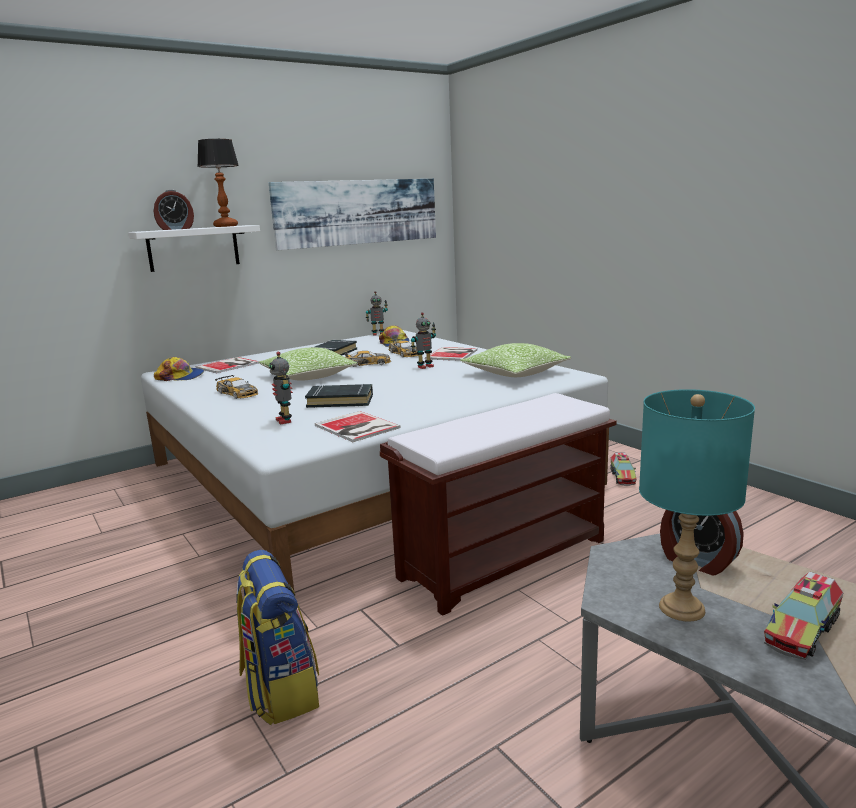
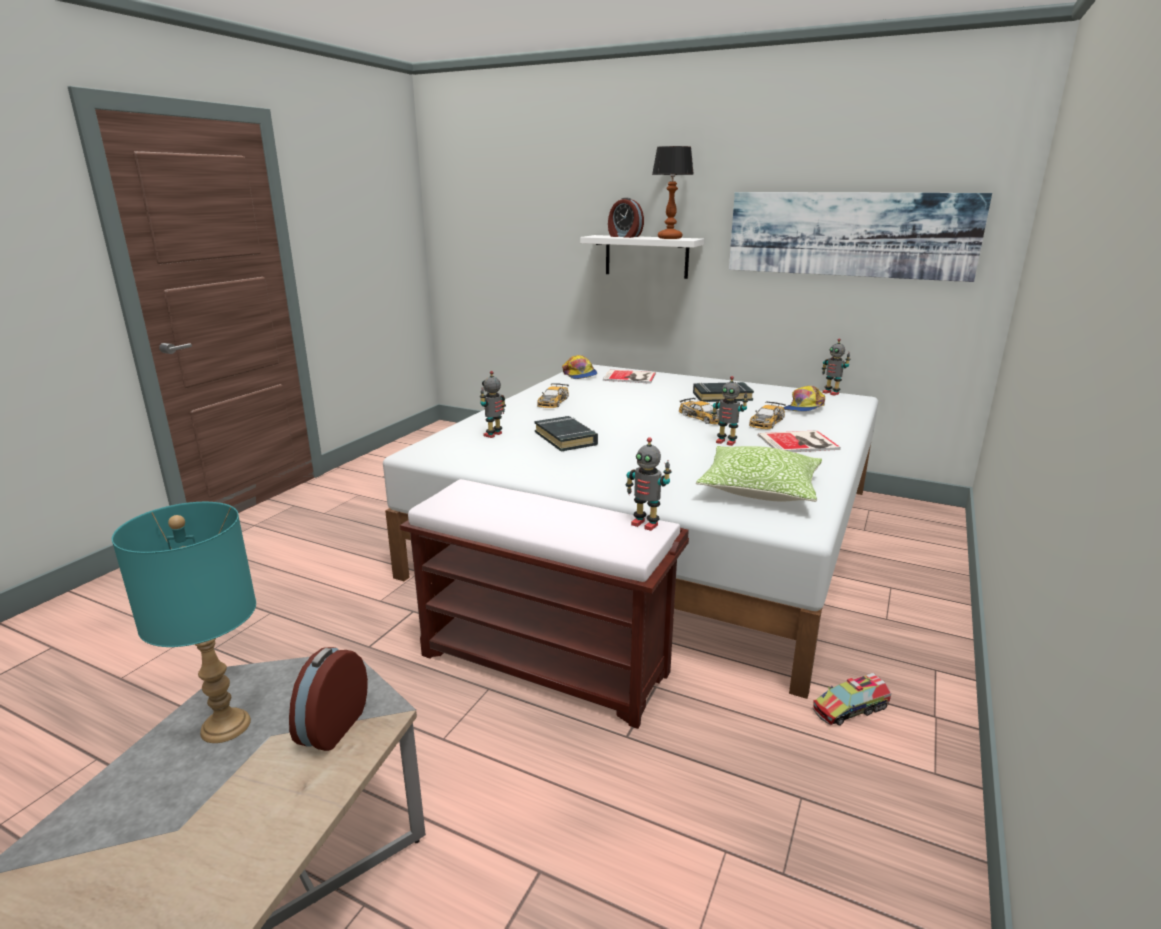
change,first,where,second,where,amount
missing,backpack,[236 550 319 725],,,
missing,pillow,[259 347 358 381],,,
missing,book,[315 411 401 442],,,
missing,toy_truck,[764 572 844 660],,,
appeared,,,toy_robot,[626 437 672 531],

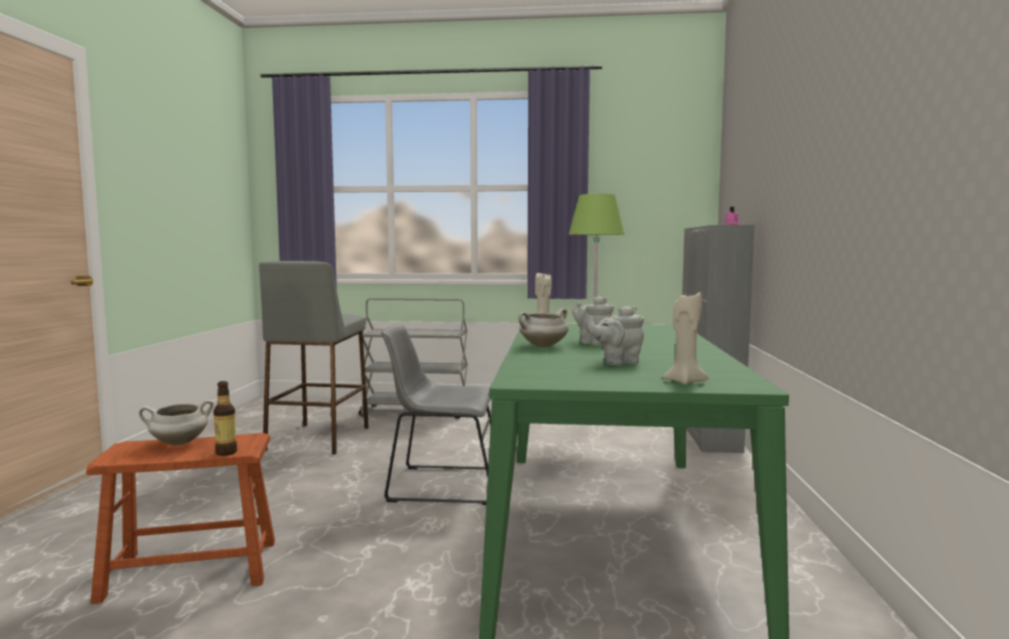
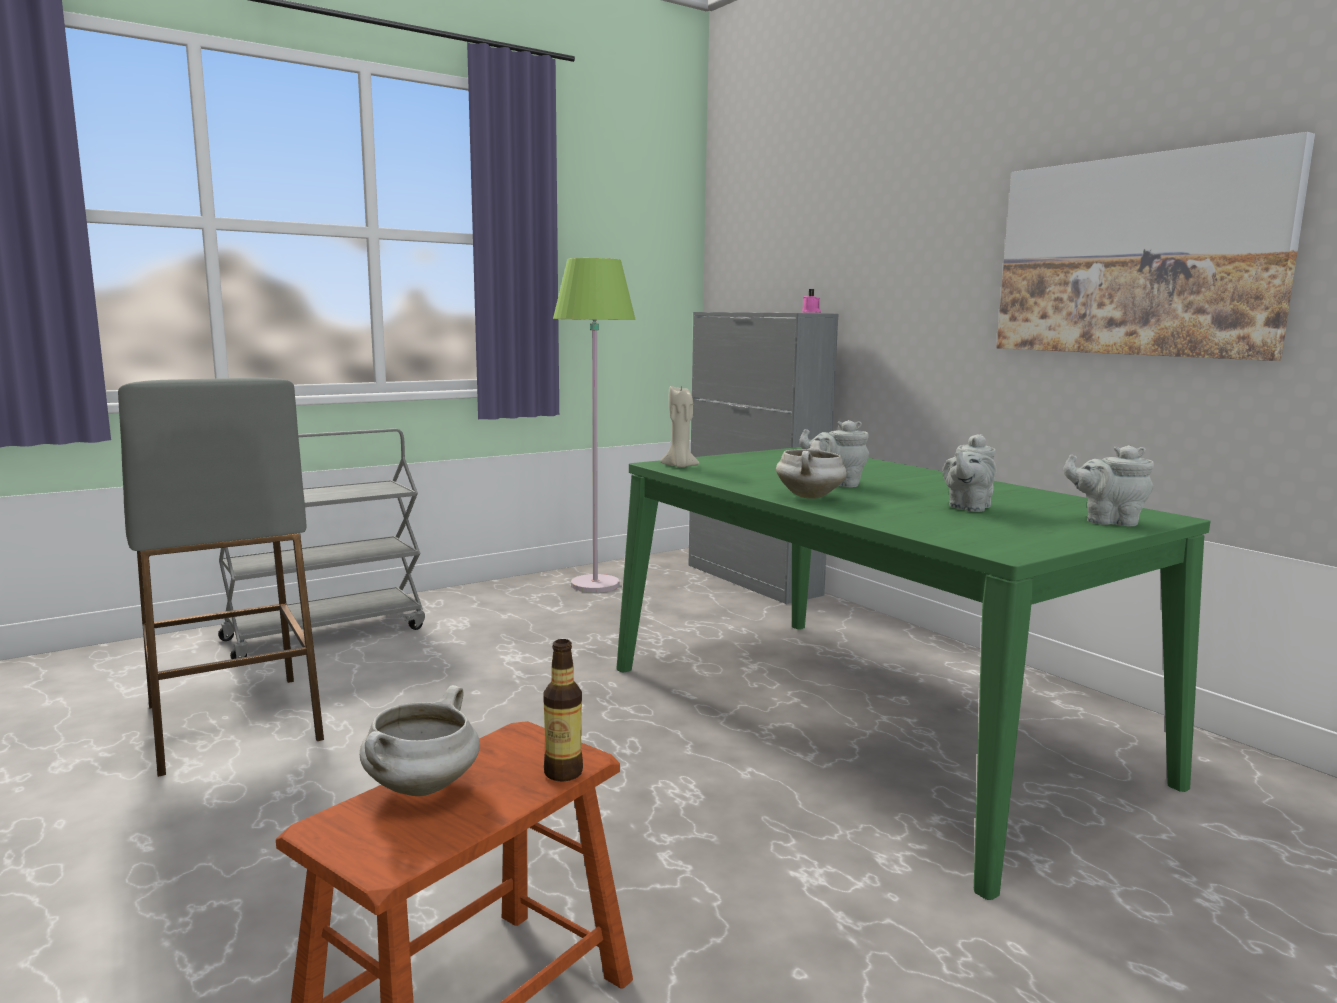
change,first,where,second,where,amount
missing,grey_chair,[381 323 491 505],,,
exchanged,beige_candle,[662 291 708 385],grey_teapot,[1063 445 1154 527],
appeared,,,picture,[996 132 1315 361],

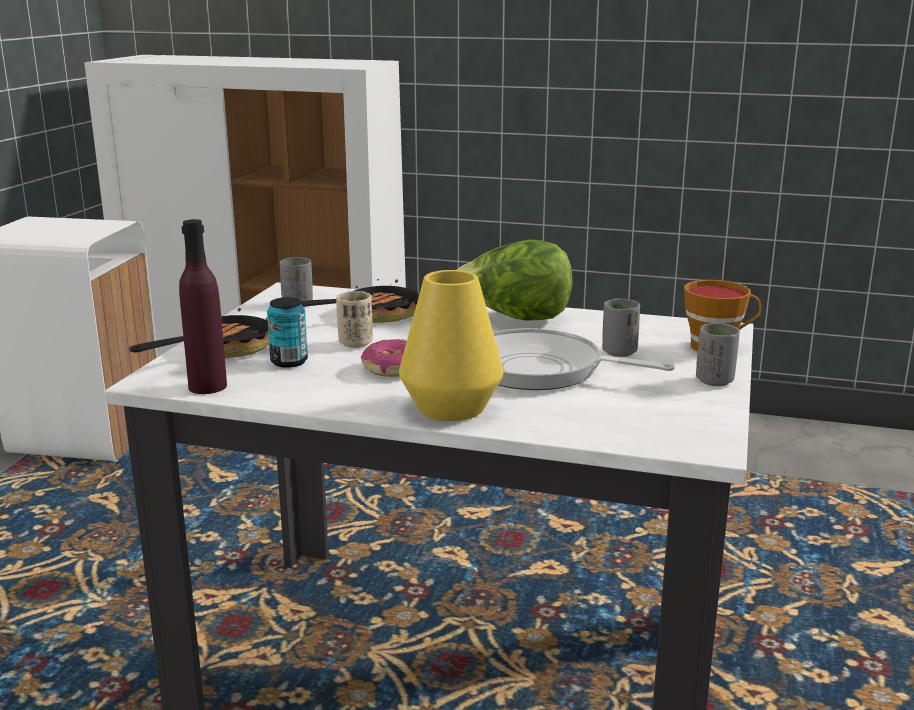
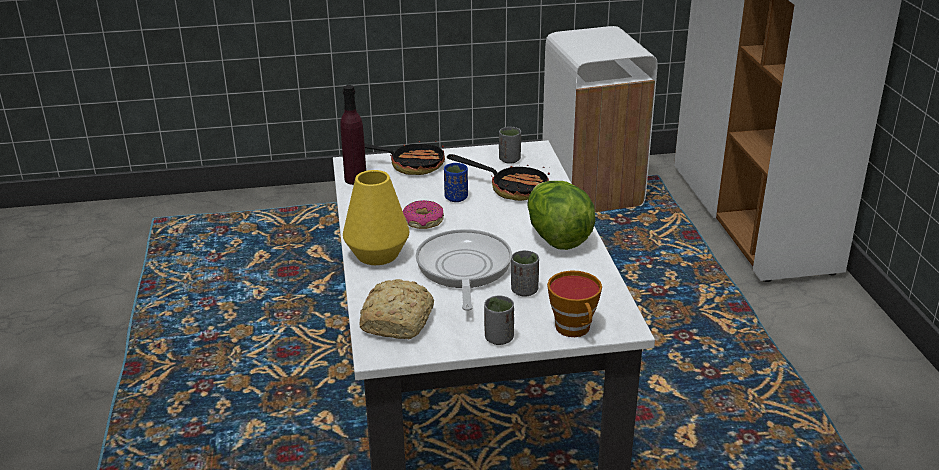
change,first,where,second,where,amount
missing,can,[267 297 308 368],,,
colour,beige_cup,[336 291 373 348],blue_cup,[444 163 468 202],
appeared,,,bread,[360 279 434 339],

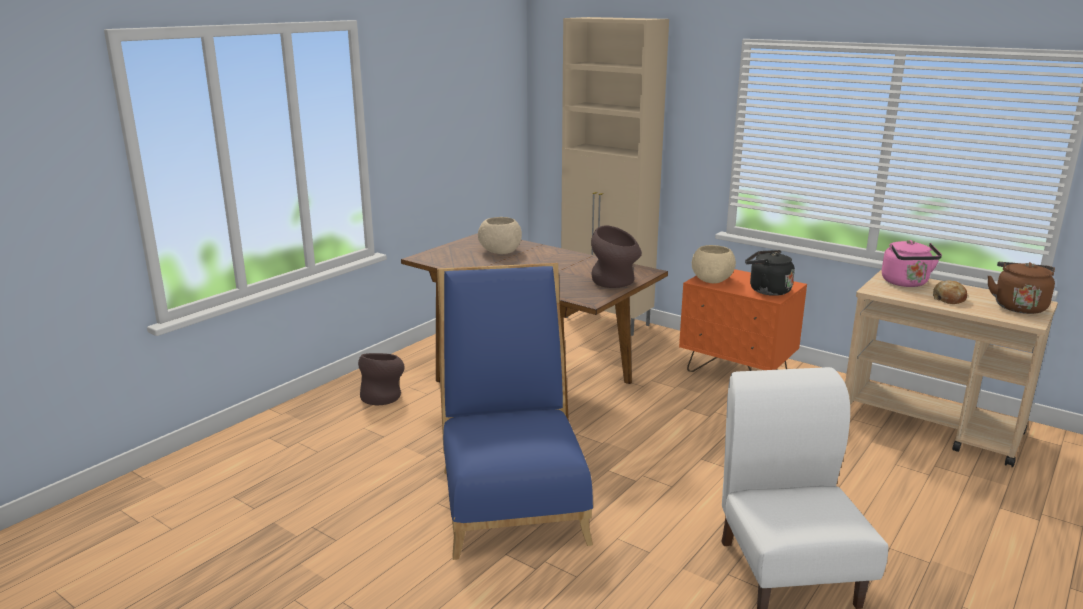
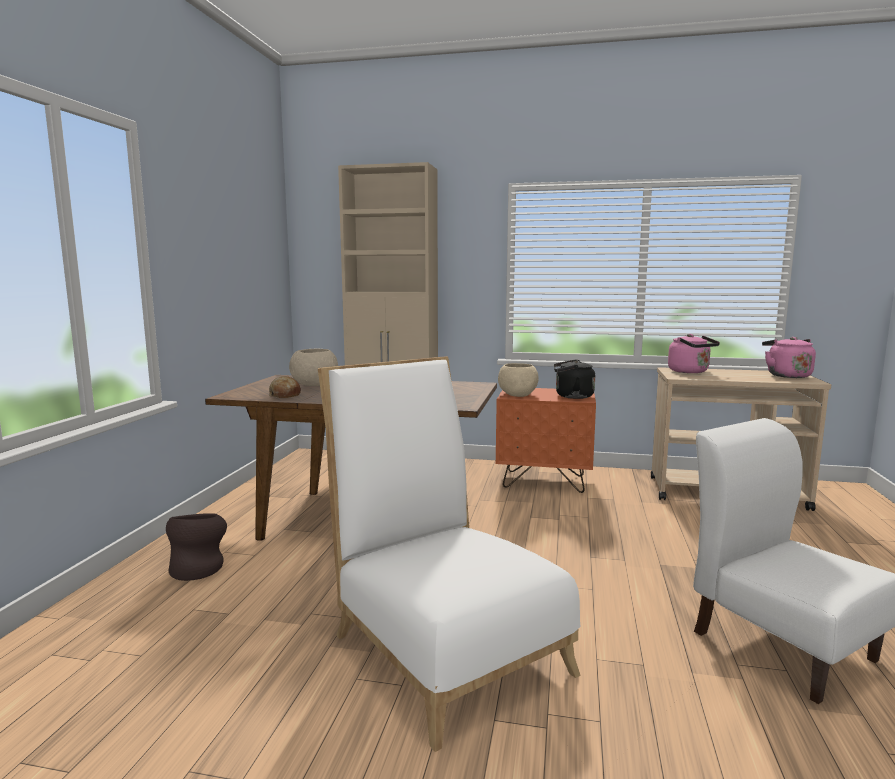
change,first,where,second,where,amount
colour,blue_chair,[437 263 593 560],white_chair,[318 356 581 752],
missing,brown_vase,[591 226 642 288],,,
relocated,bread,[933 281 967 304],,[269 376 301 398],
colour,brown_kettle,[988 262 1055 314],pink_kettle,[762 337 816 378],

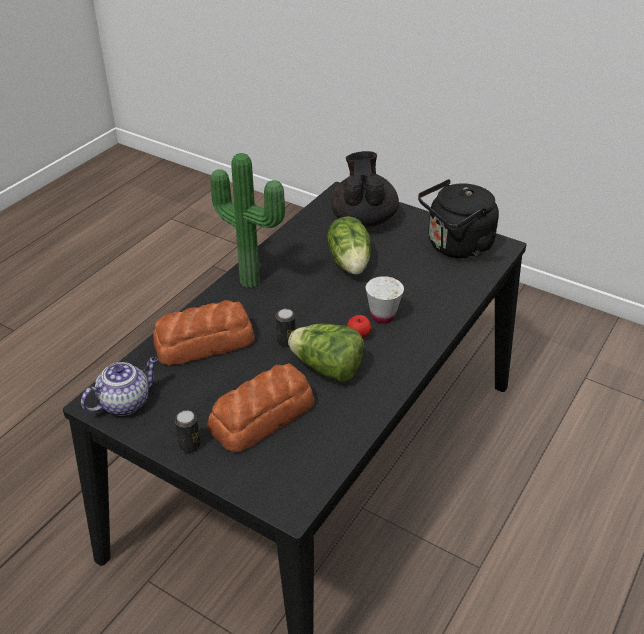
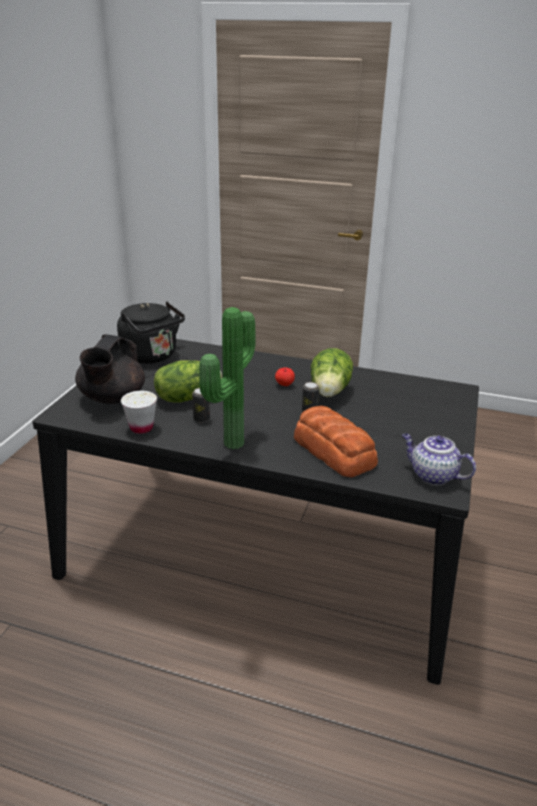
change,first,where,second,where,amount
relocated,can,[175 410 201 453],,[192 388 210 423],
missing,bread,[207 363 315 452],,,
spun,black_teapot,[331 151 399 228],,[75 334 145 404],60 degrees counterclockwise
relocated,white_cup,[366 276 404 324],,[121 391 157 434],

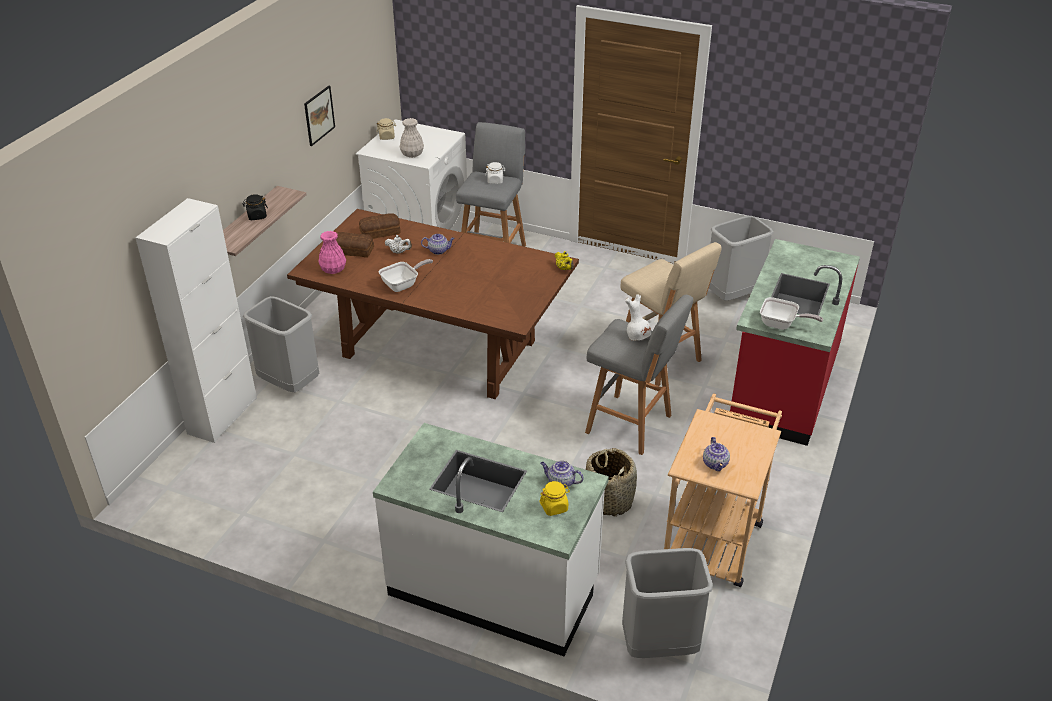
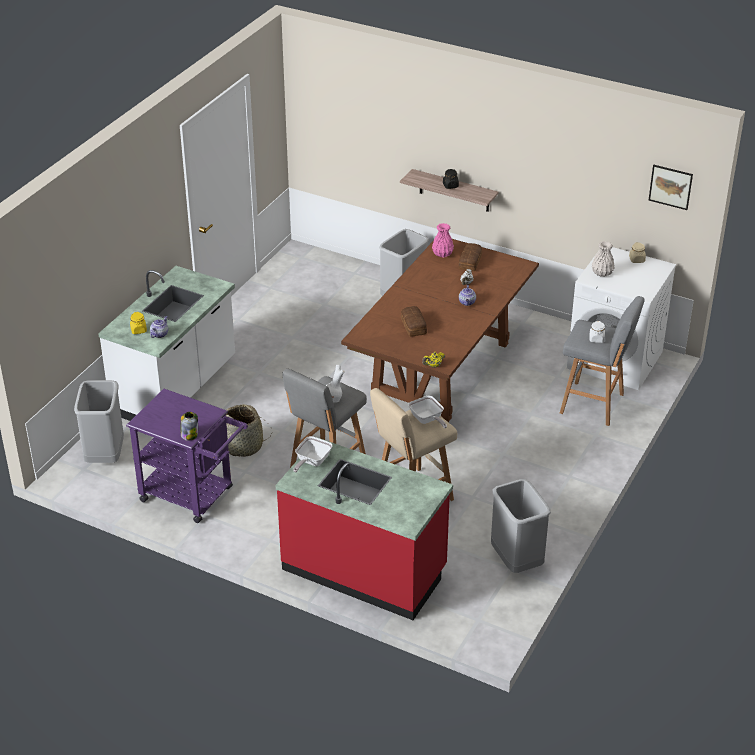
change,first,where,second,where,amount
missing,white_cabinet,[135 198 257 443],,,
relocated,picture,[304 86 335 146],,[649 165 693 210],
relocated,bread,[359 213 401 239],,[401 306 427 337],
relocated,frying_pan,[378 259 433 292],,[408 396 447 428],
colour,beige_cart,[664 393 782 587],purple_cart,[126 389 248 523],
missing,teapot,[703 437 730 471],,,
appeared,,,jar,[181 412 198 441],

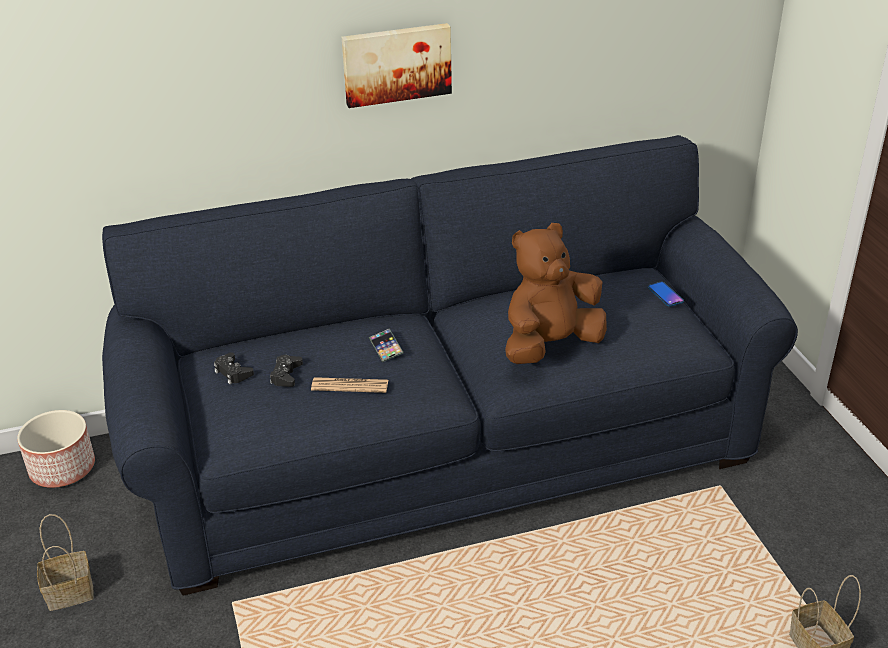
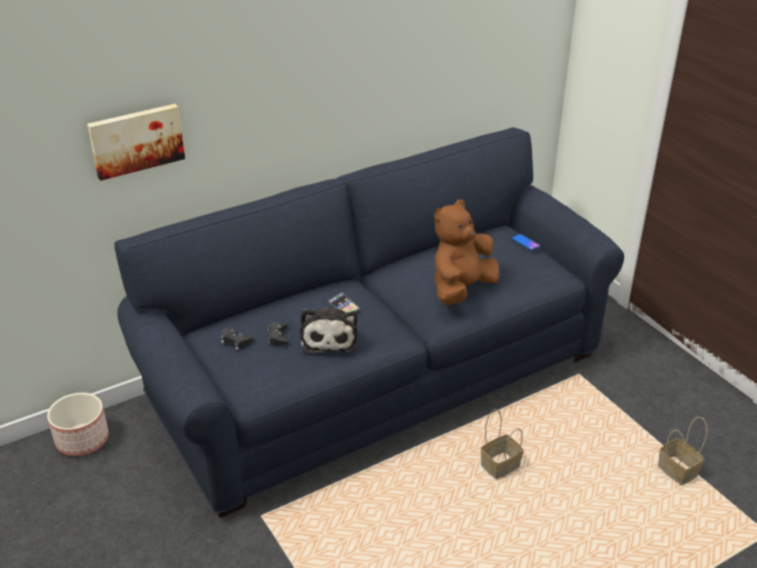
change,first,where,second,where,amount
relocated,basket,[37 514 94 611],,[481 409 524 479],
exchanged,newspaper,[311 377 388 393],plush_toy,[300 308 358 354],
relocated,picture,[342 23 452 108],,[87 104 185 181],

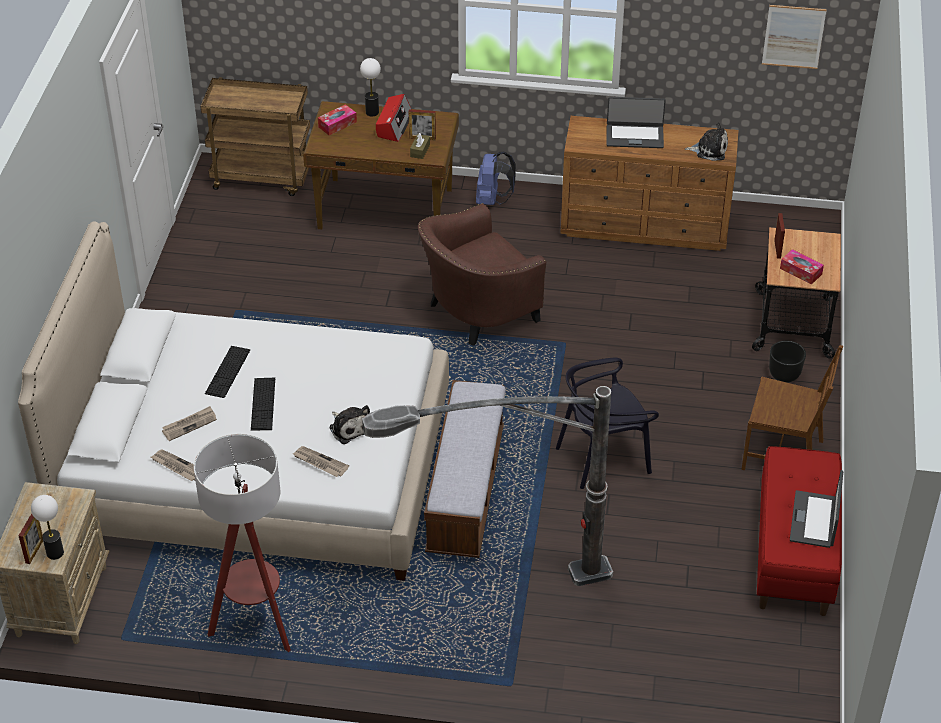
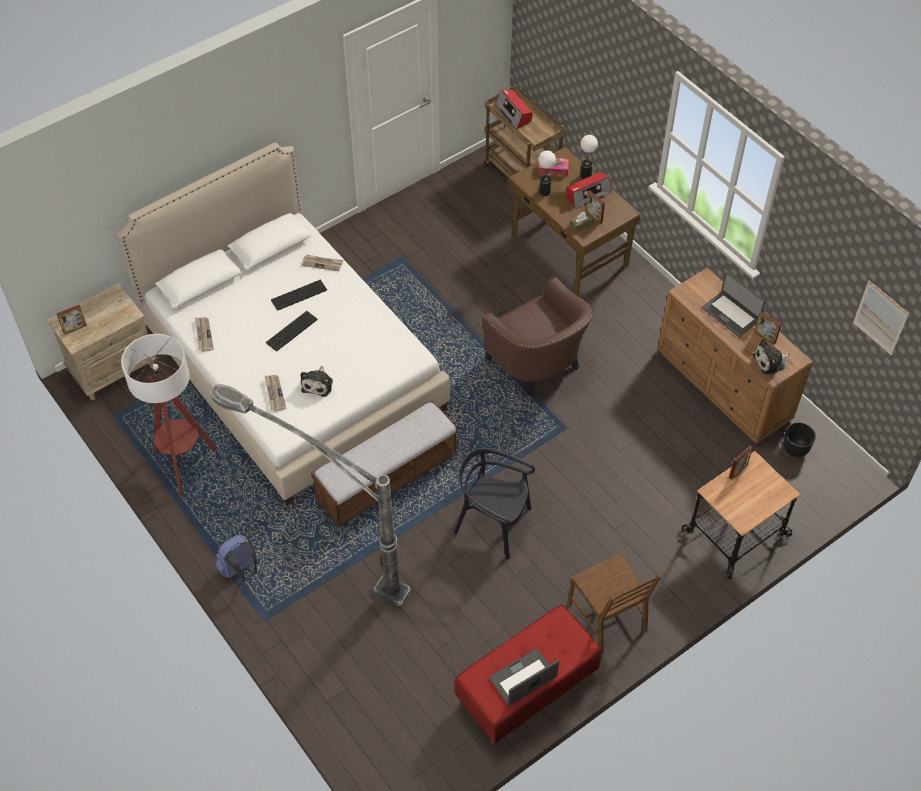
change,first,where,second,where,amount
relocated,table_lamp,[31 495 64 560],,[538 150 556 196],
relocated,newspaper,[162 406 217 441],,[301 255 344 271],
spun,brown_armchair,[418 203 547 346],,[482 277 594 396],135 degrees counterclockwise
relocated,blue_backpack,[476 152 516 205],,[216 535 257 582],
spun,plush_toy,[685 123 728 161],,[753 339 790 375],105 degrees clockwise
relocated,black_planter,[769 341 806 383],,[784 422 816 457],
missing,tissue_box,[780 249 824 285],,,
appeared,,,radio,[495 90 533 129],
appeared,,,picture_frame,[754 311 782 345],

